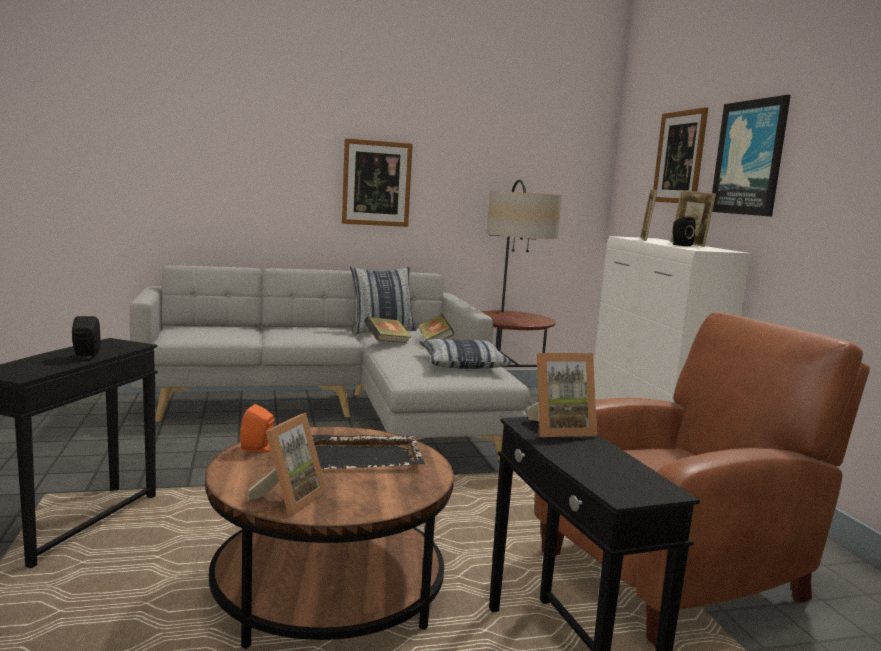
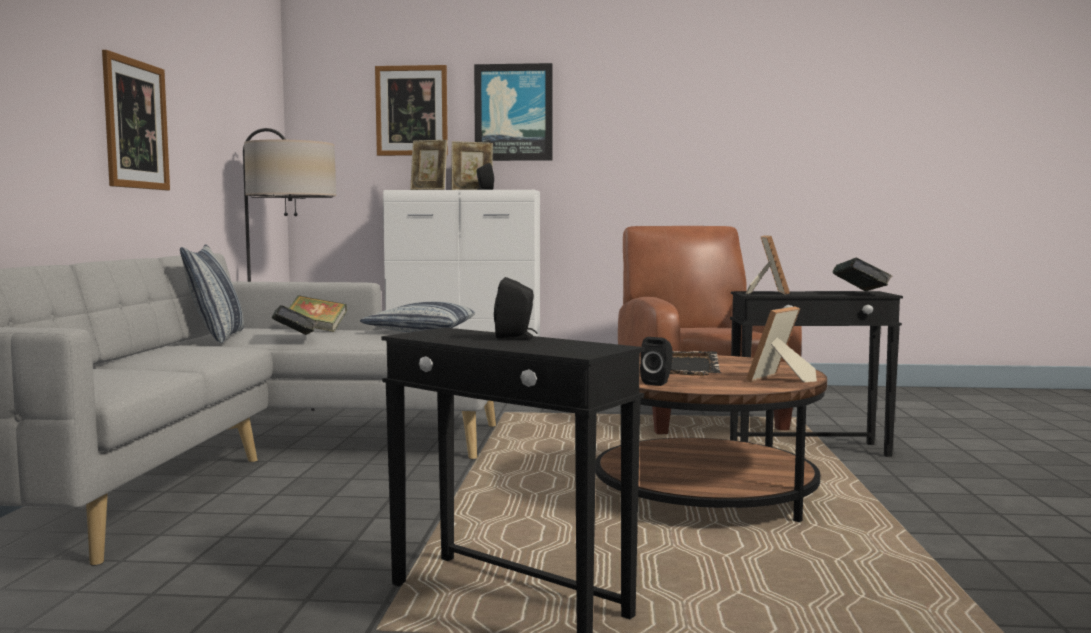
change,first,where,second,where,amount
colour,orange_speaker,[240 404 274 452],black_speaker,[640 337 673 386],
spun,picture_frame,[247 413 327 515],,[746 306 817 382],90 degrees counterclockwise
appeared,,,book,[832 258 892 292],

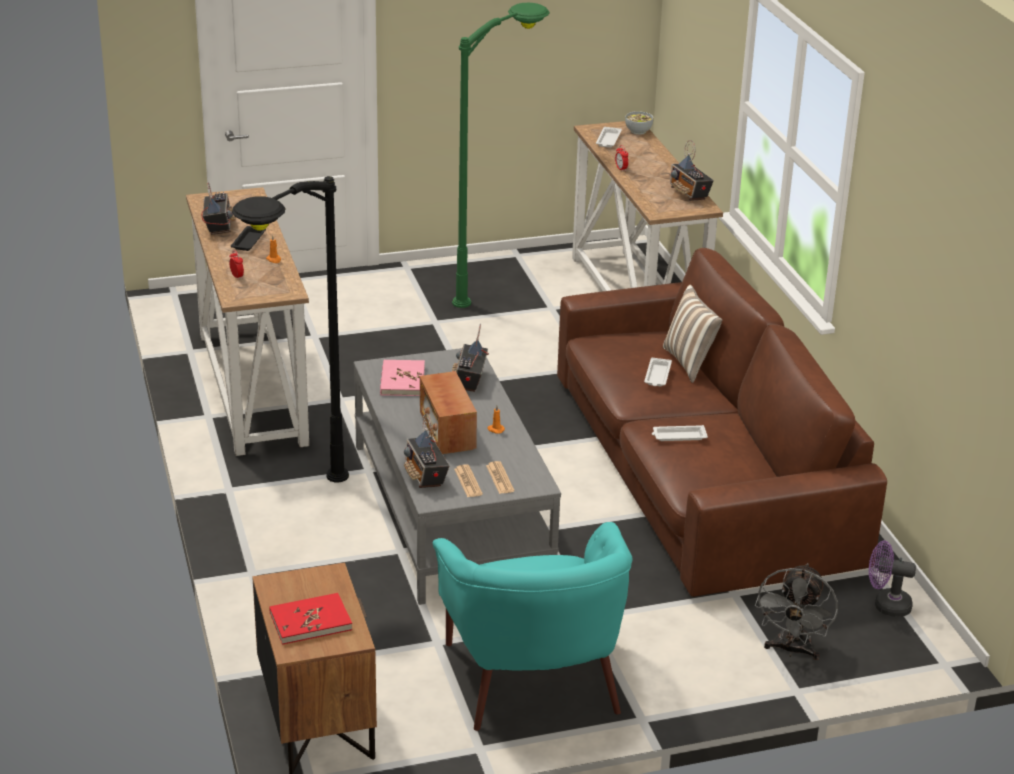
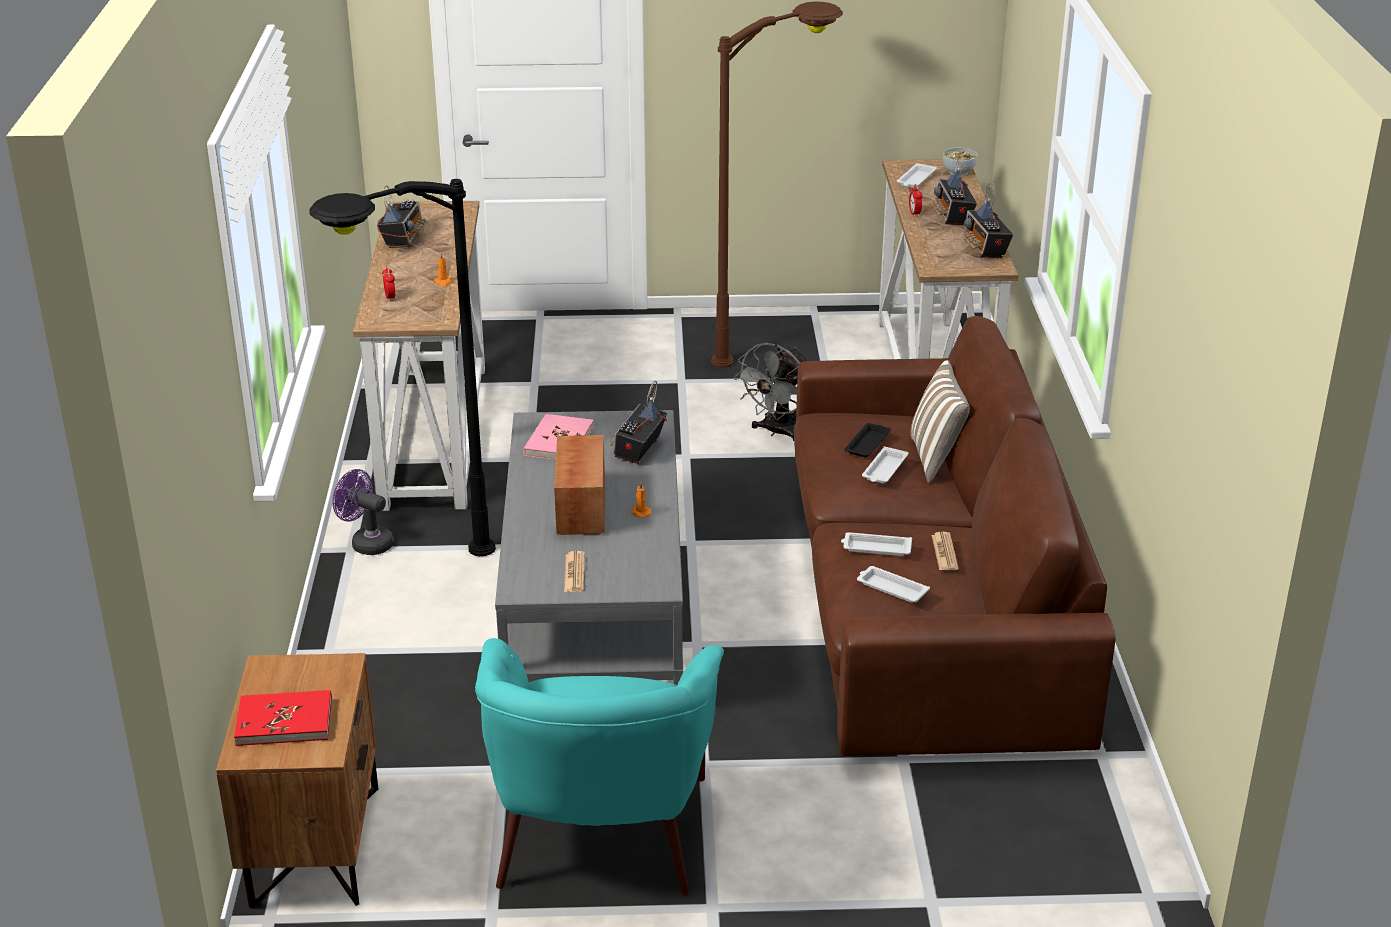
change,first,where,second,where,amount
relocated,black_tray,[231 226 266 251],,[844 423 891 457],
relocated,radio,[404 413 449 488],,[933 152 977 226],
colour,green_floor_lamp,[452 3 550 308],brown_floor_lamp,[711 2 843 368],
relocated,newspaper,[486 461 514 494],,[932 532 959 570],
relocated,grey_fan,[755 563 838 660],,[733 343 806 441],
relocated,purple_fan,[869 541 916 617],,[333 469 394 555],
appeared,,,white_tray,[857 566 930 602],

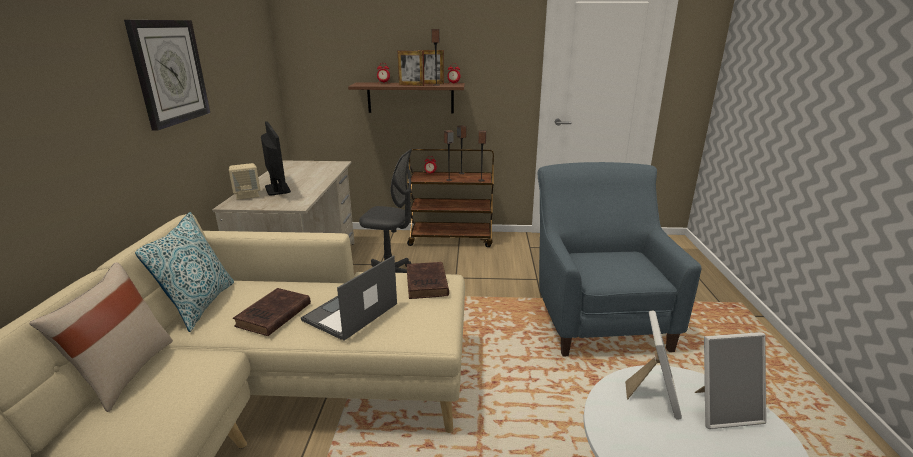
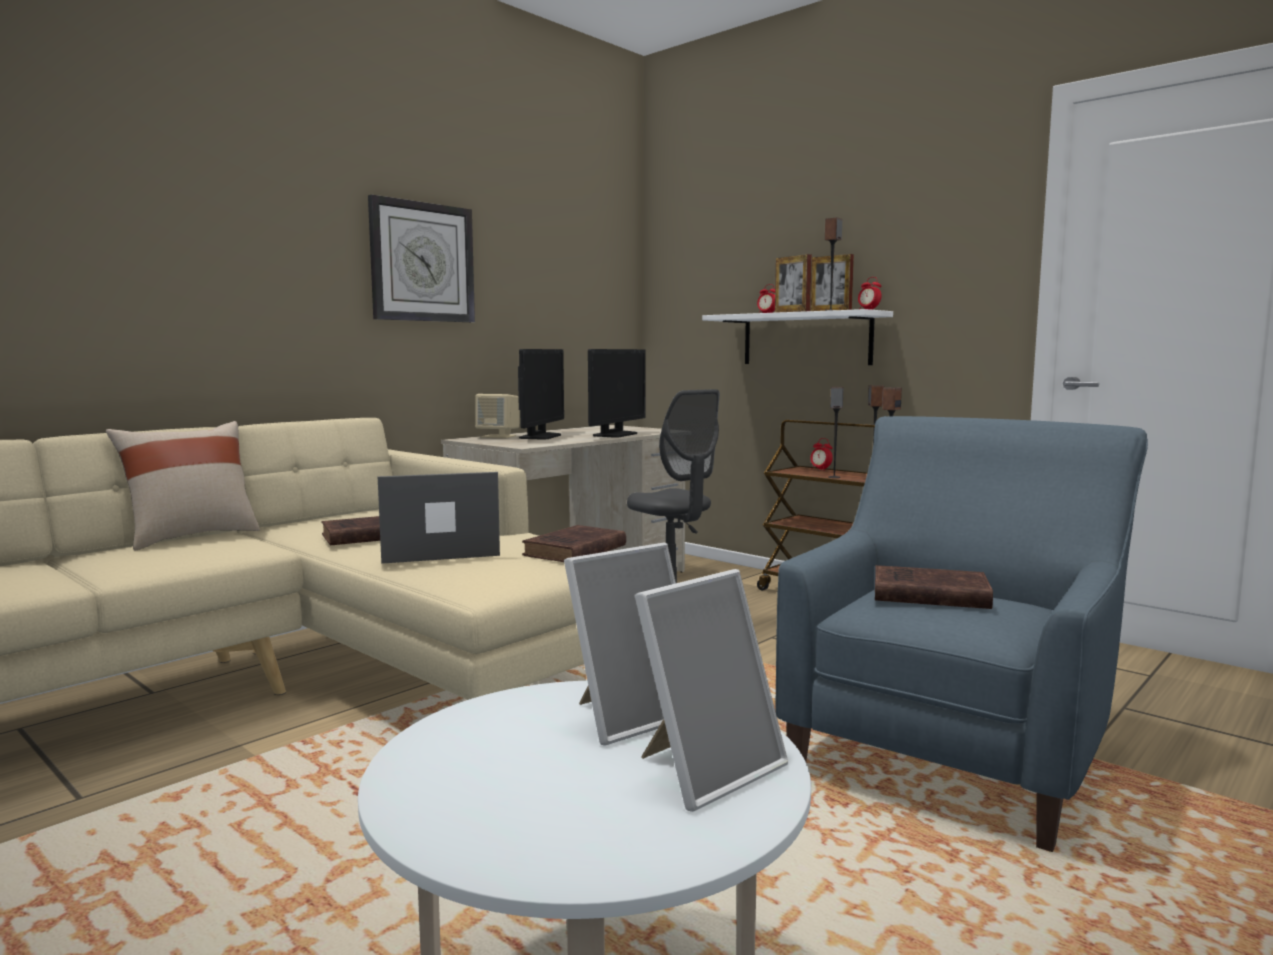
change,first,where,second,where,amount
missing,pillow,[135 212 234 332],,,
colour,brown_shelf,[348 83 465 113],white_shelf,[702 309 893 365],
spun,picture_frame,[695 332 766 429],,[635 569 788 812],75 degrees counterclockwise
appeared,,,monitor,[588 349 646 437],
appeared,,,brown_book,[875 565 993 609],

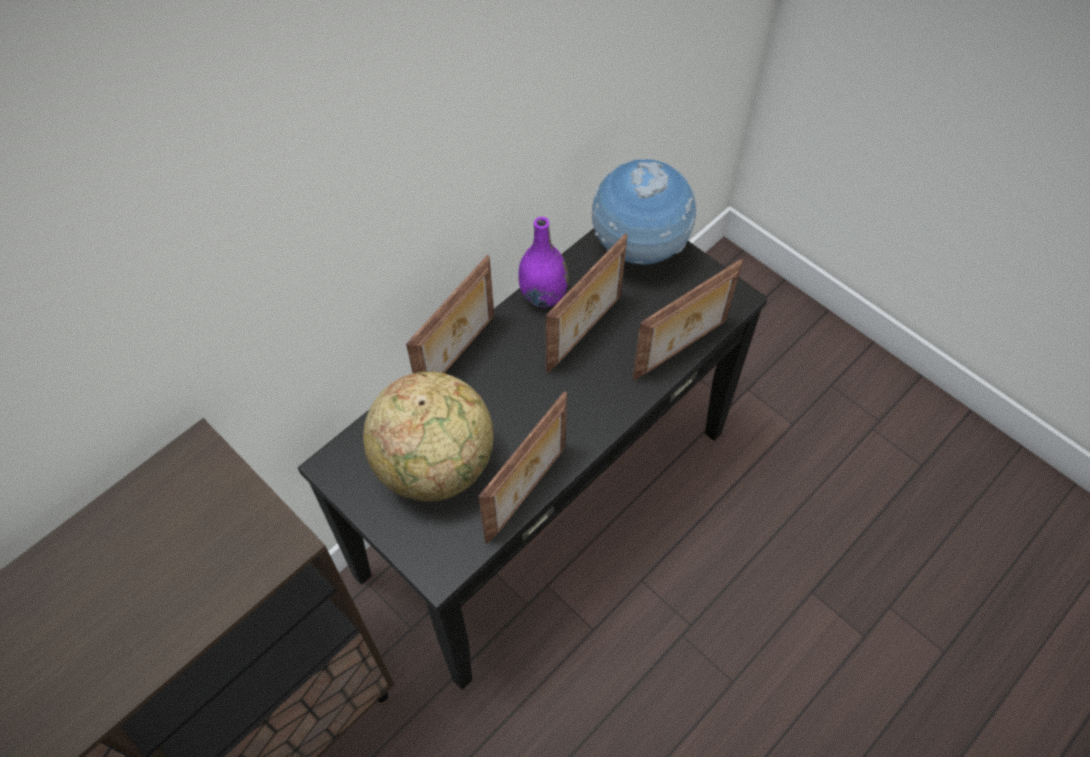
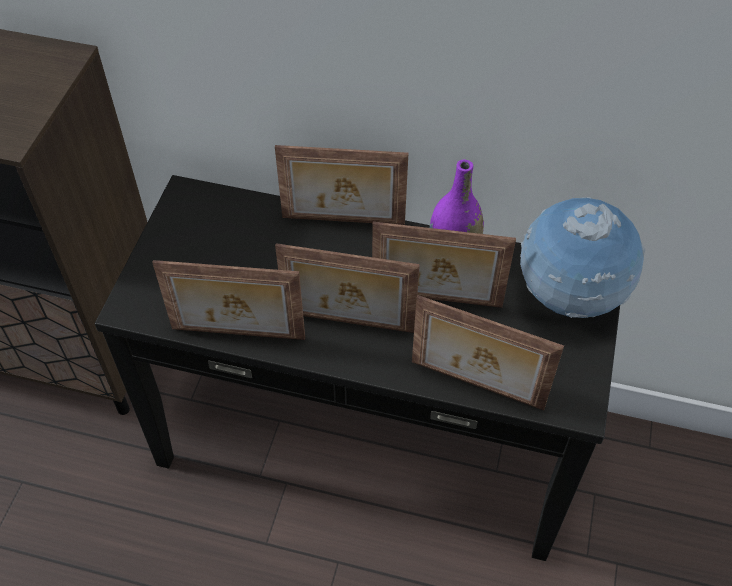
change,first,where,second,where,amount
missing,globe,[363 371 494 501],,,
appeared,,,picture_frame,[275 243 420 333],

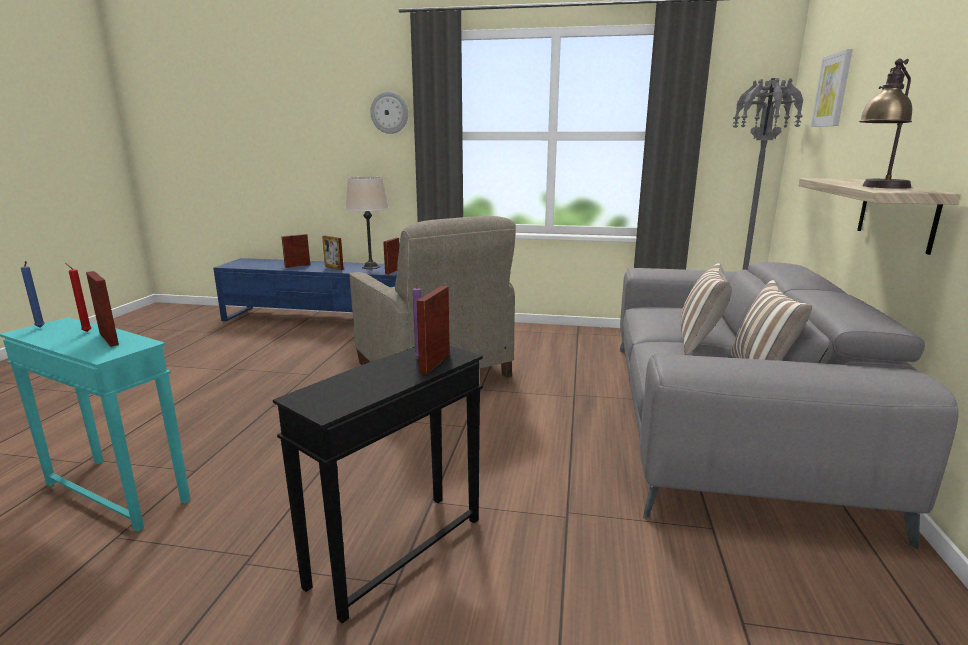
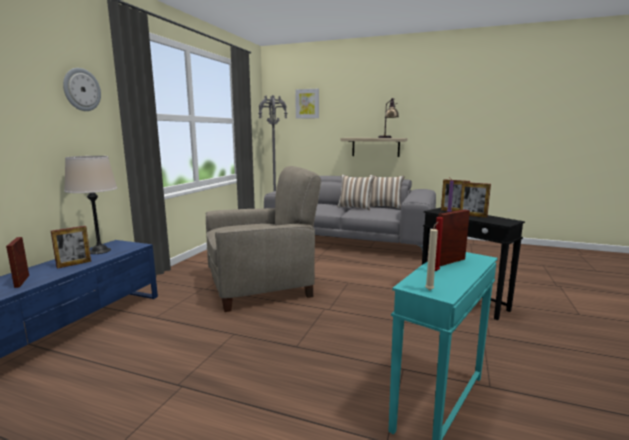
change,first,where,second,where,amount
colour,blue_candle,[21 261 45 328],beige_candle,[425 222 438 291],
relocated,picture_frame,[383 238 399 275],,[460 182 491 218],

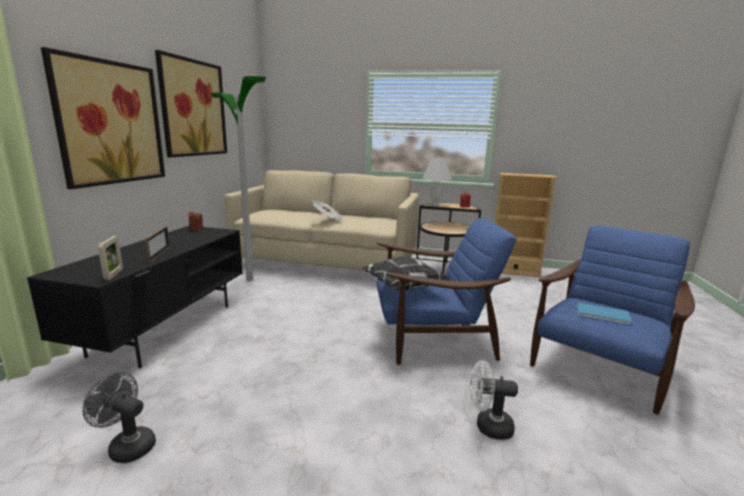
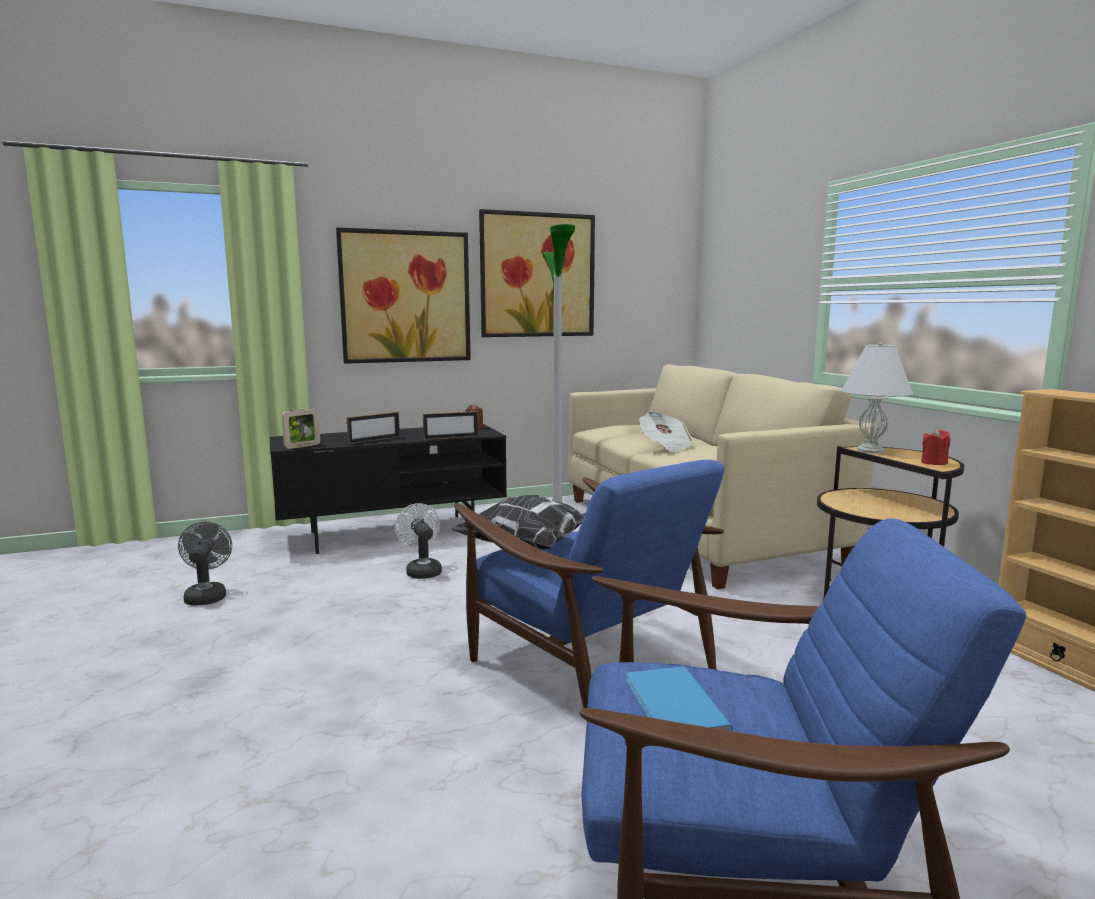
change,first,where,second,where,amount
relocated,white_fan,[470 360 518 440],,[395 503 442 579],
appeared,,,picture_frame,[423 411 479 440],

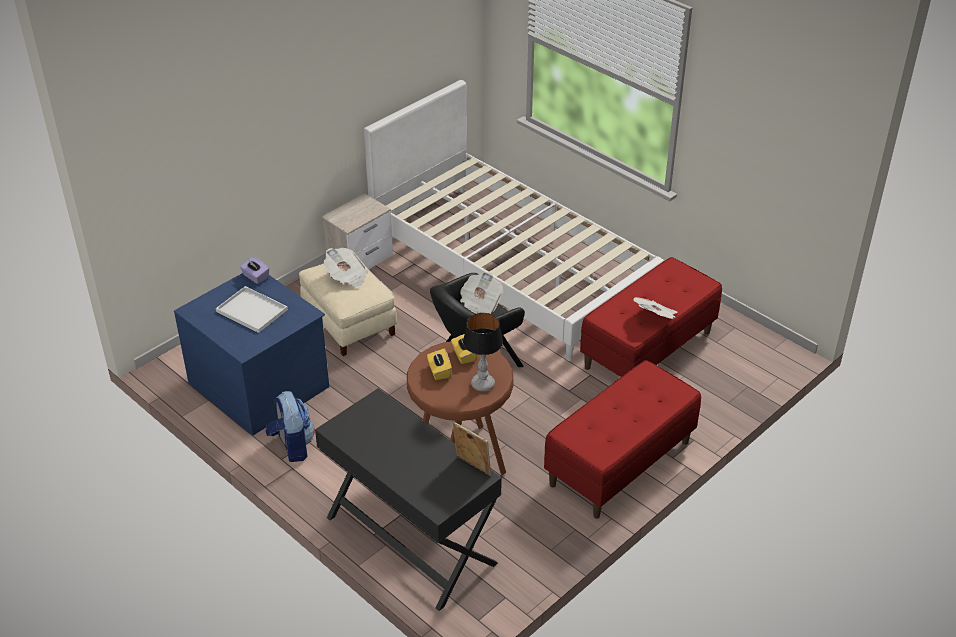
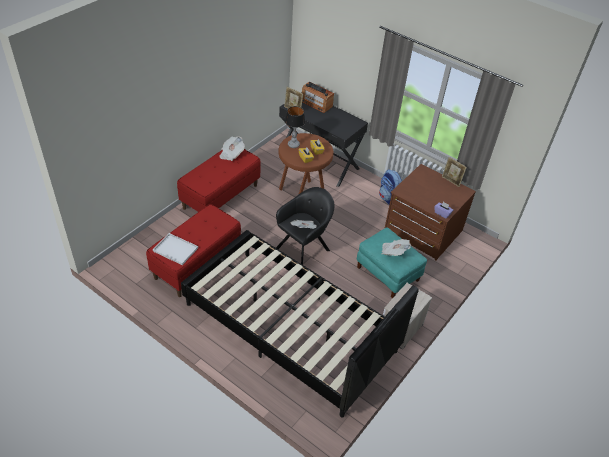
change,first,where,second,where,amount
colour,blue_dresser,[174 273 329 435],brown_dresser,[385 164 476 261],
relocated,white_tray,[216 286 288 333],,[153 233 198 265],
colour,beige_ottoman,[299 263 397 356],turquoise_ottoman,[357 227 427 299],
colour,white_bed,[364 80 664 361],black_bed,[181 230 419 418],
relocated,newspaper,[633 297 677 319],,[219 137 245 161],
appeared,,,radio,[302 82 334 113],
appeared,,,picture_frame,[442 157 467 187],

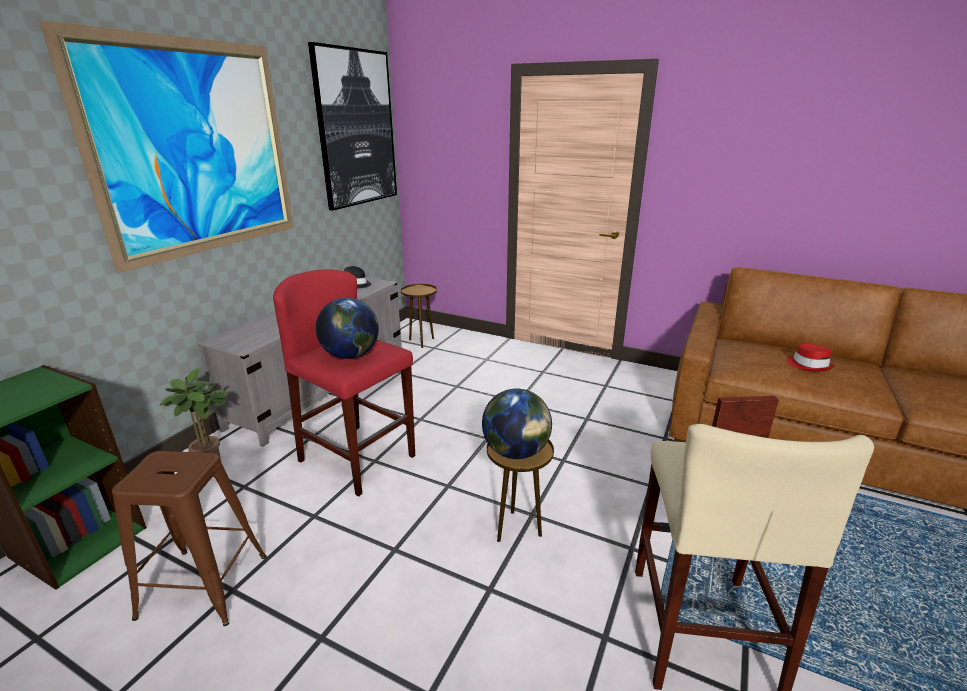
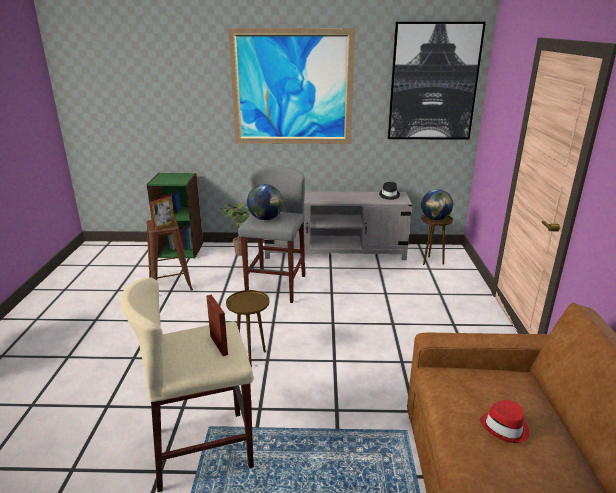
change,first,where,second,where,amount
colour,red_stool,[273 270 415 497],grey_stool,[238 166 305 303],
relocated,globe,[482 388 552 459],,[421 189 453 220],
appeared,,,picture_frame,[149 197 175 230],

